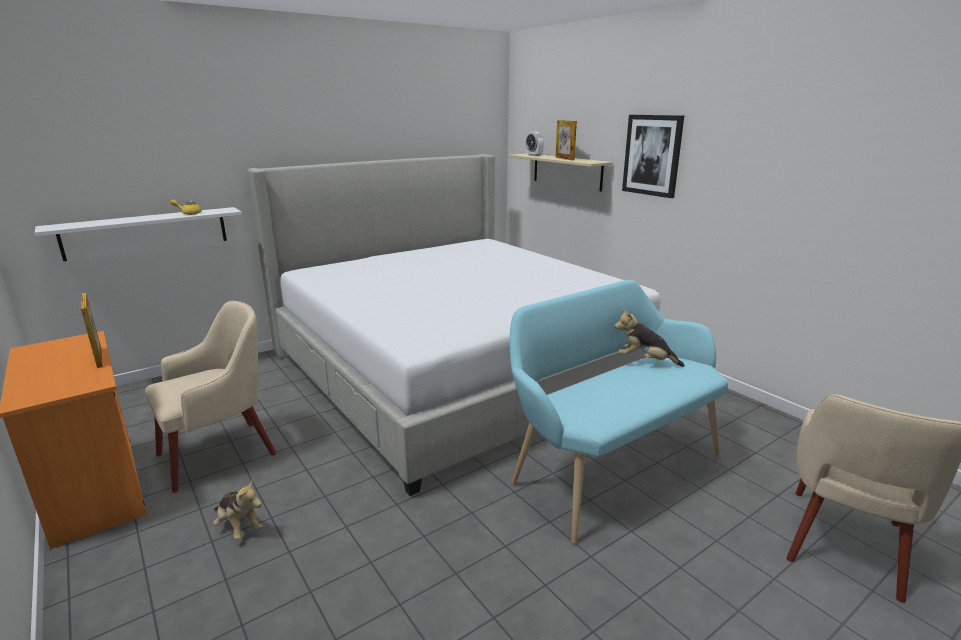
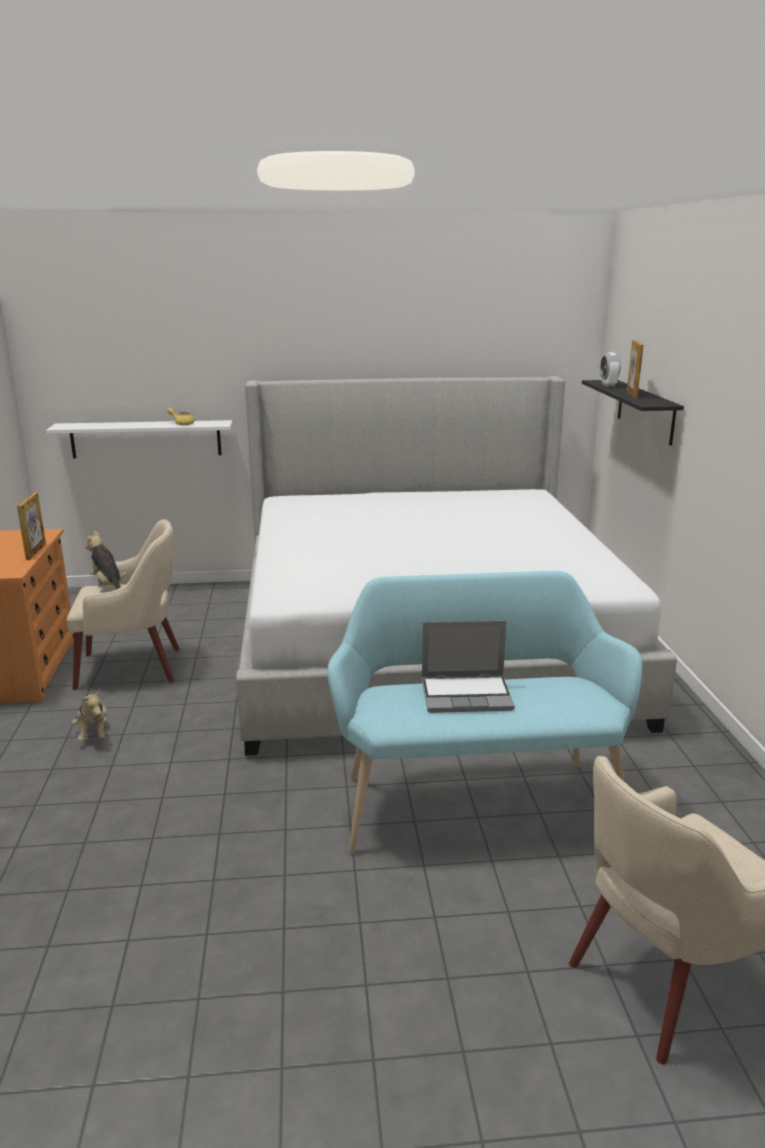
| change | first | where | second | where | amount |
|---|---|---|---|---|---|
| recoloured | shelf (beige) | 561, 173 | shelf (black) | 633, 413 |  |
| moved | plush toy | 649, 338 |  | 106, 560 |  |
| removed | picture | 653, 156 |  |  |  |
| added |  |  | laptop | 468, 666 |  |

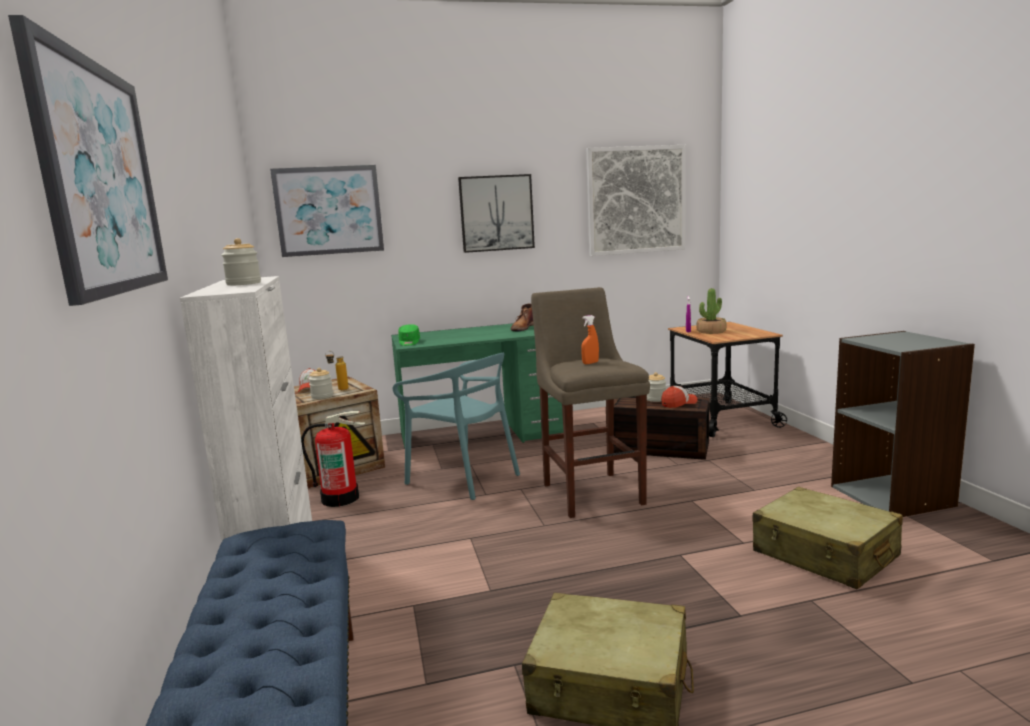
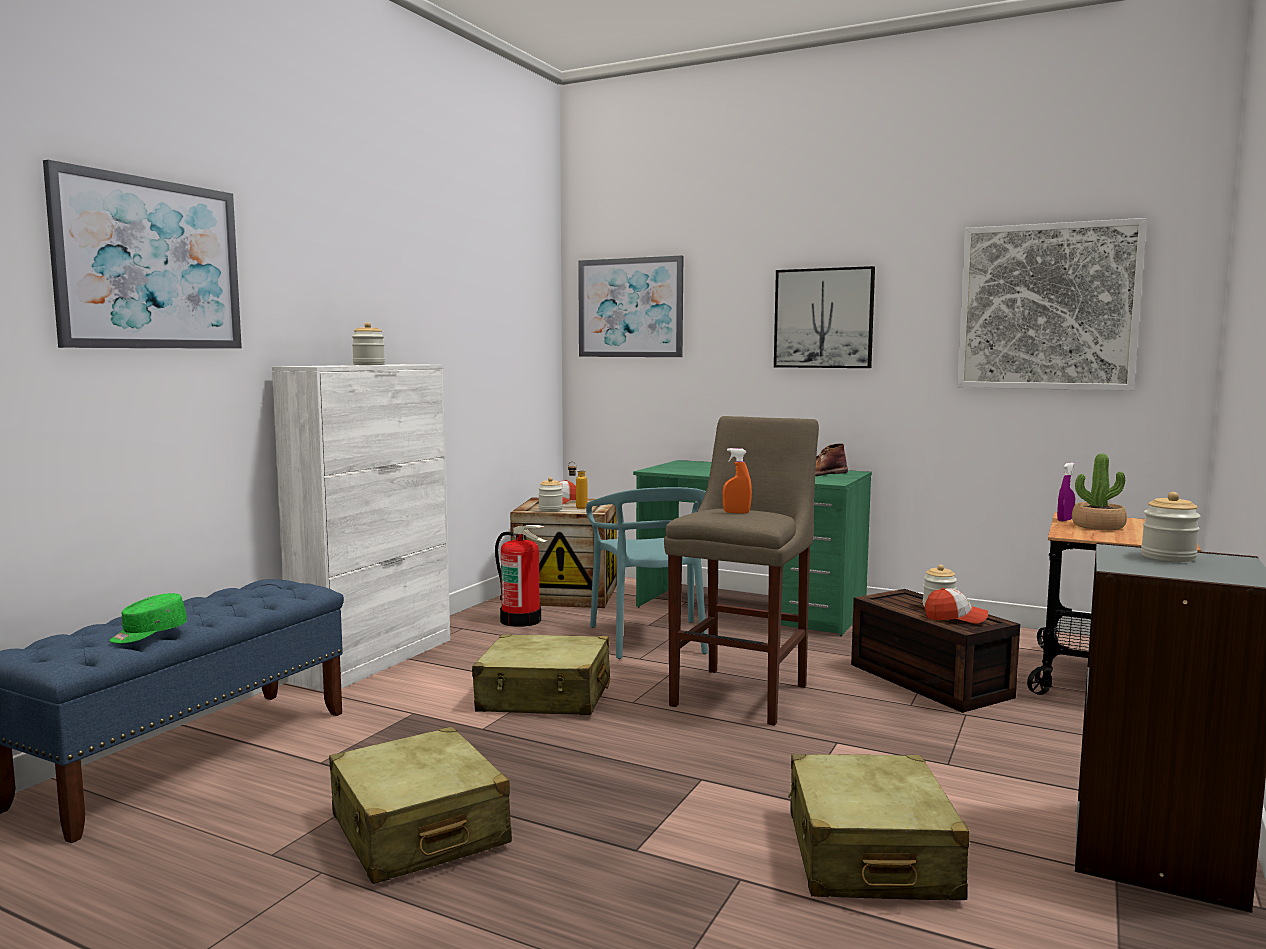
| change | first | where | second | where | amount |
|---|---|---|---|---|---|
| moved | cap (green) | 409, 335 |  | 148, 618 |  |
| added |  |  | suitcase (beige) | 541, 674 |  |
| added |  |  | jar | 1171, 527 |  |

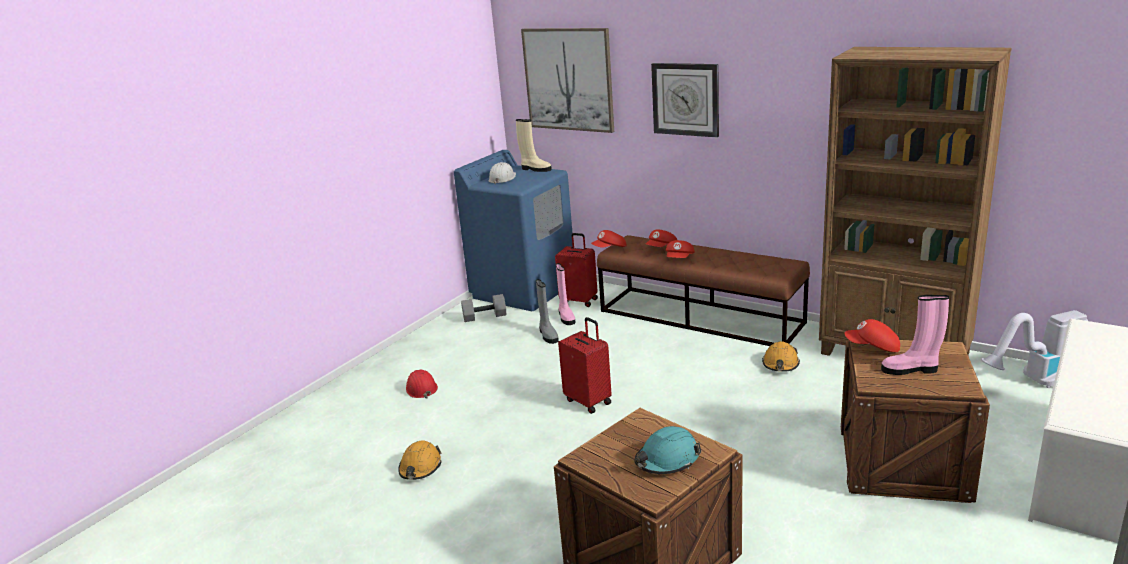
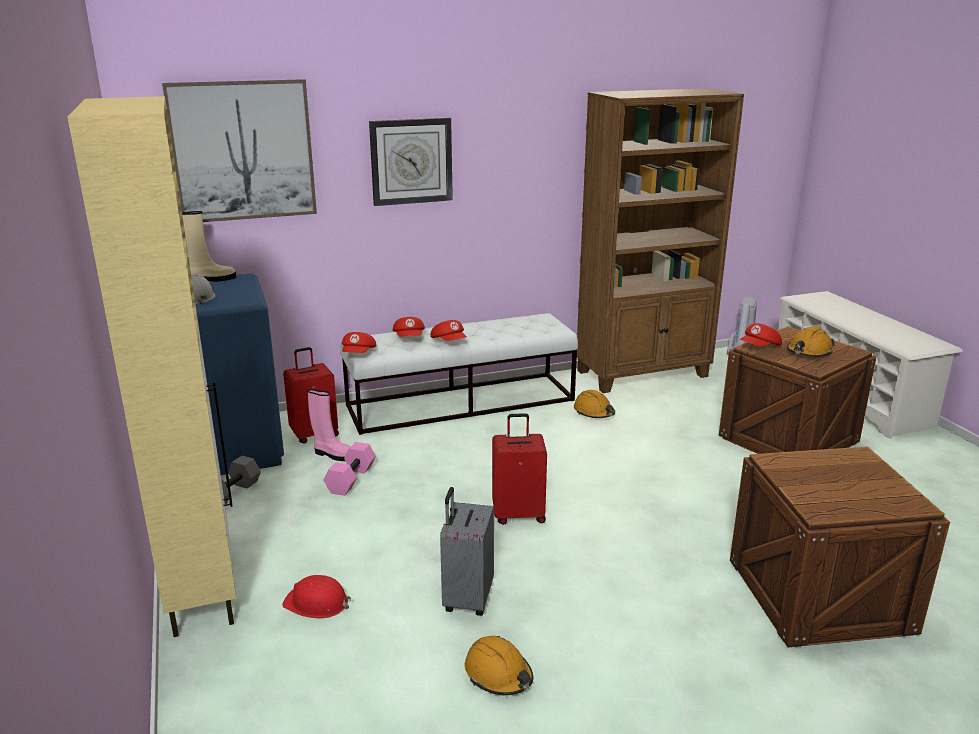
| change | first | where | second | where | amount |
|---|---|---|---|---|---|
| replaced | boot (grey) | 547, 311 | dumbbell (pink) | 350, 469 |  |
| recoloured | bench (brown) | 703, 290 | bench (white) | 459, 374 |  |
| removed | hard hat (turquoise) | 667, 450 |  |  |  |
| replaced | boot (pink) | 915, 335 | hard hat (orange) | 811, 342 |  |
| added |  |  | cabinet (beige) | 152, 366 |  |
| added |  |  | suitcase (grey) | 467, 551 |  |

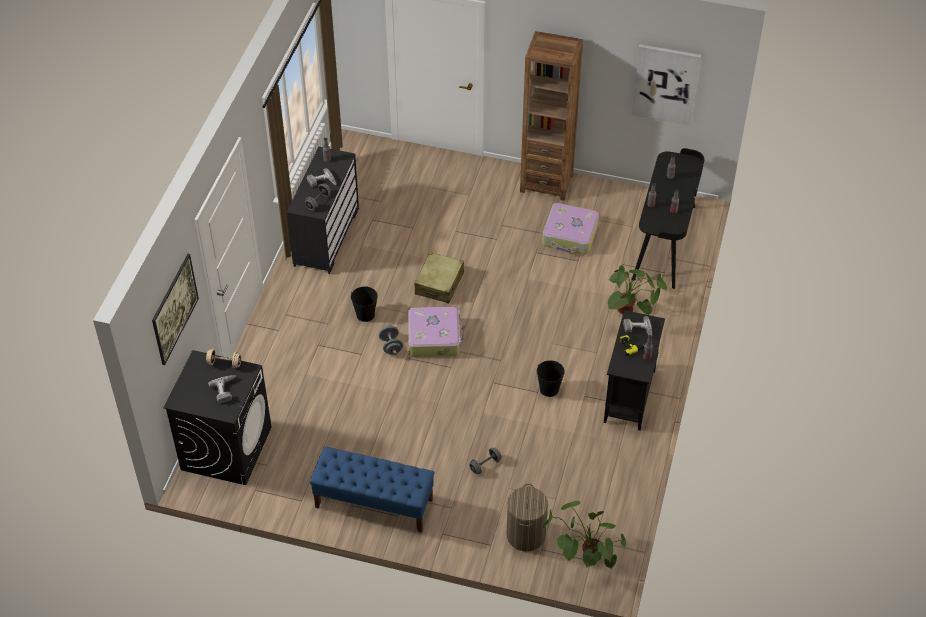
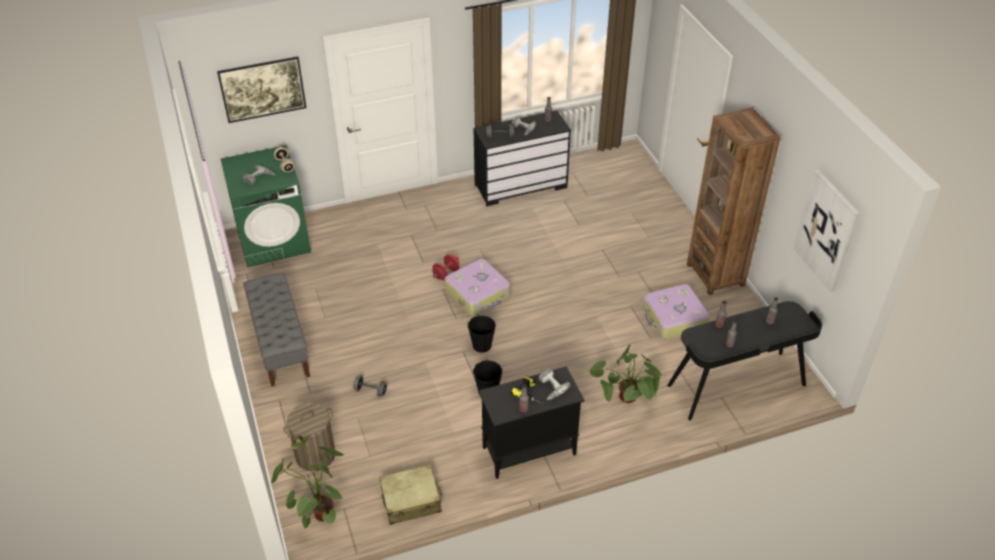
| change | first | where | second | where | amount |
|---|---|---|---|---|---|
| recoloured | washing machine (black) | 218, 417 | washing machine (green) | 266, 206 |  |
| recoloured | bench (blue) | 372, 489 | bench (grey) | 276, 330 |  |
| moved | bucket (black) | 364, 304 |  | 482, 334 |  |
| recoloured | dumbbell (grey) | 391, 340 | dumbbell (red) | 445, 267 |  |
| moved | suitcase (beige) | 439, 278 |  | 410, 494 |  |

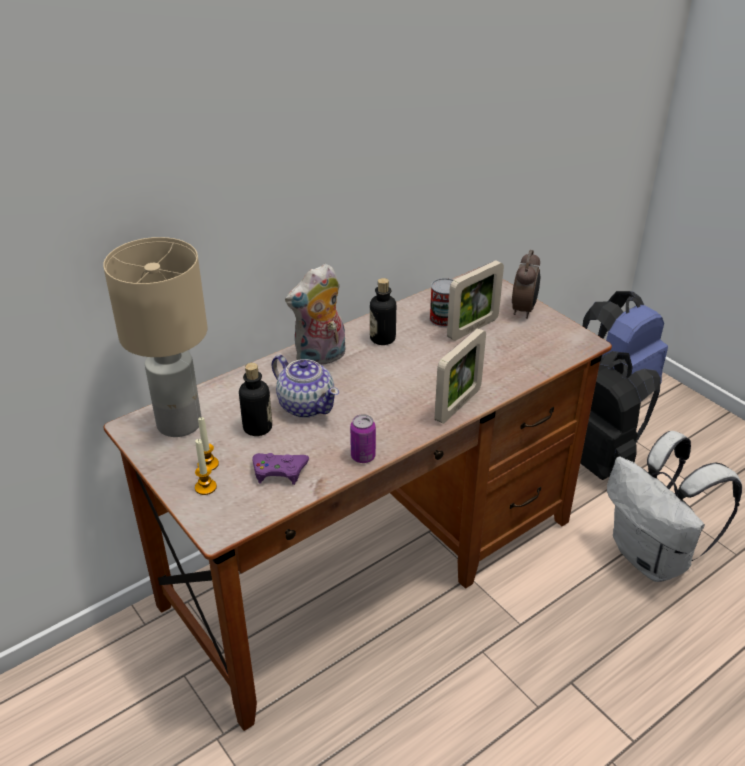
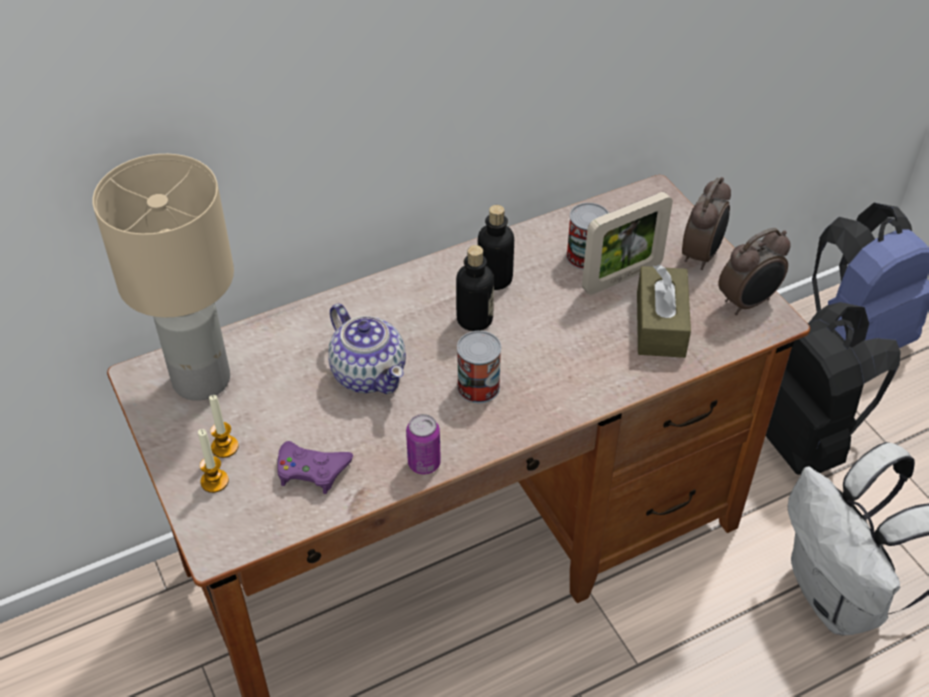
| change | first | where | second | where | amount |
|---|---|---|---|---|---|
| moved | bottle | 255, 399 |  | 475, 288 |  |
| removed | plush toy | 315, 314 |  |  |  |
| removed | picture frame | 460, 376 |  |  |  |
| added |  |  | can | 479, 367 |  |
| added |  |  | tissue box (brown) | 664, 311 |  |
| added |  |  | alarm clock | 754, 271 |  |

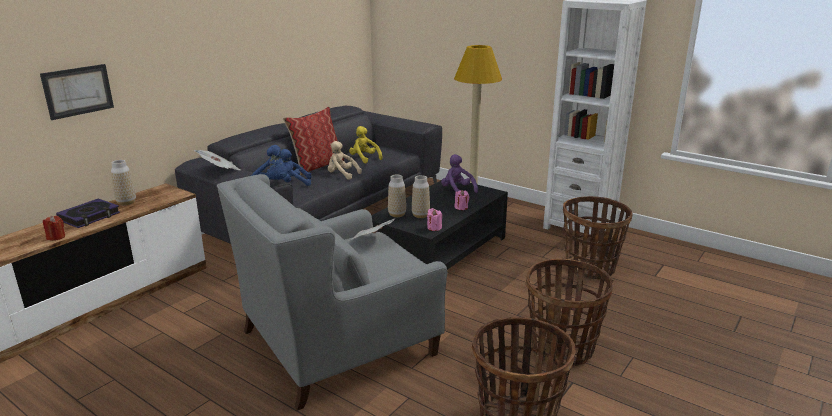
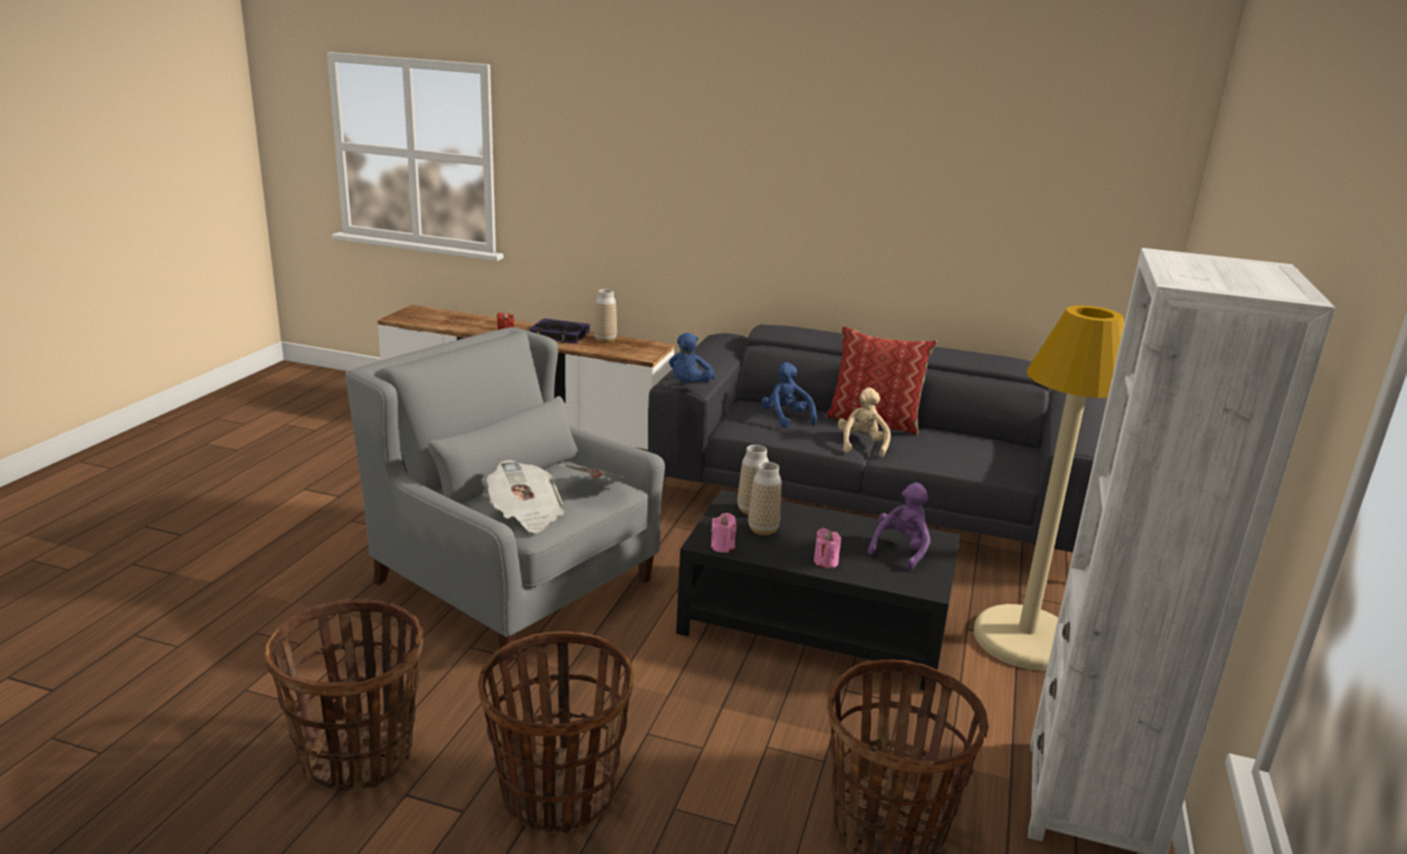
| change | first | where | second | where | amount |
|---|---|---|---|---|---|
| removed | picture | 77, 92 |  |  |  |
| moved | newspaper | 217, 160 |  | 526, 496 |  |
| removed | plush toy (yellow) | 366, 144 |  |  |  |

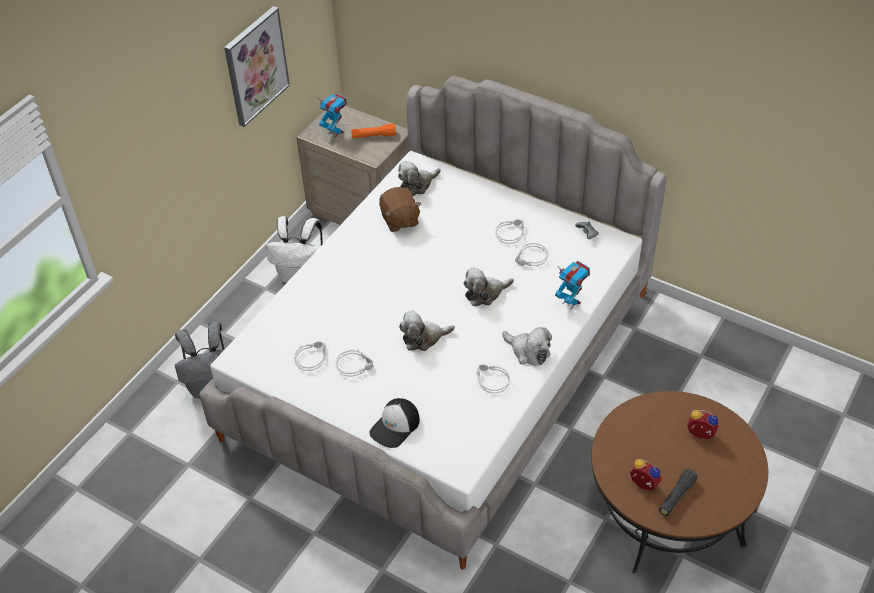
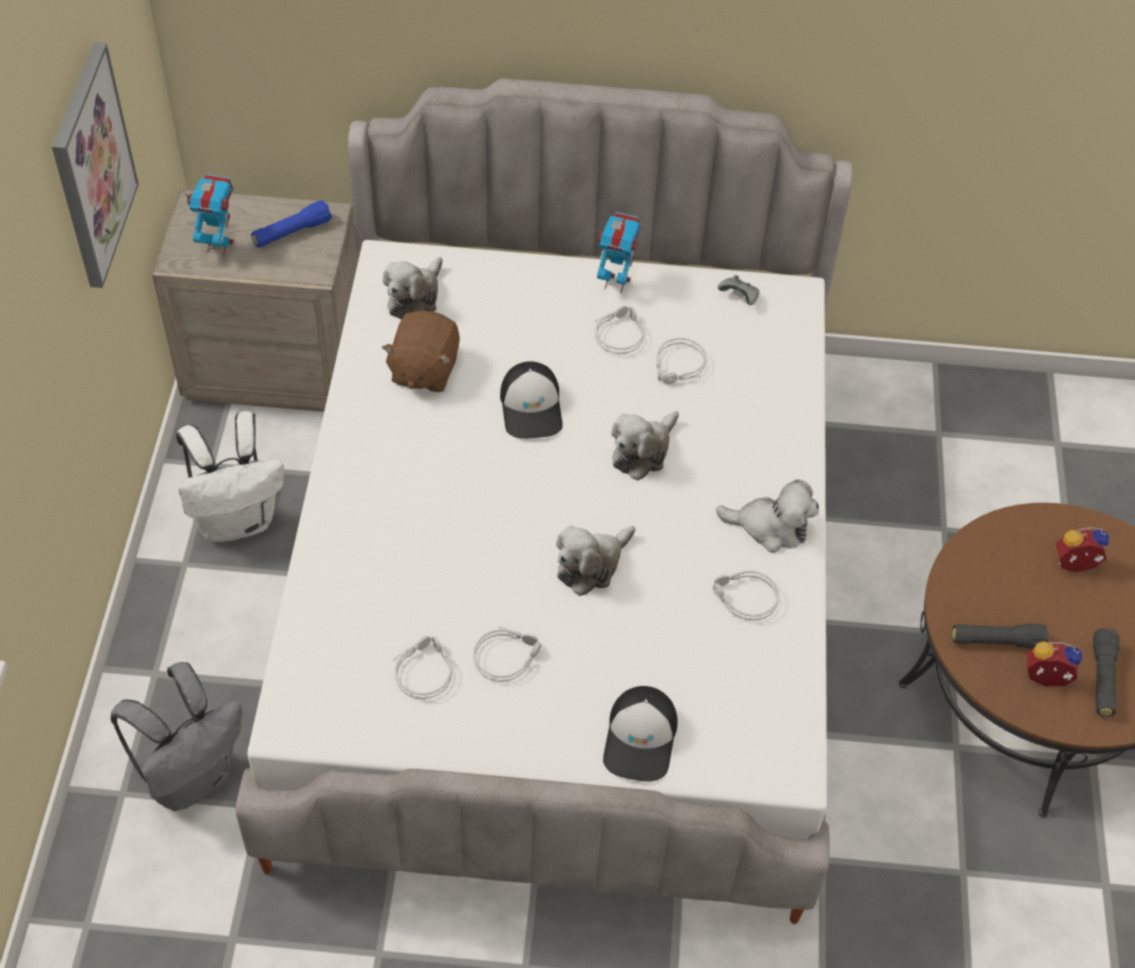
| change | first | where | second | where | amount |
|---|---|---|---|---|---|
| recoloured | flashlight (orange) | 374, 131 | flashlight (blue) | 291, 224 |  |
| turned | plush toy (brown) | 400, 209 |  | 421, 351 | 60 degrees clockwise |
| moved | toy robot | 572, 285 |  | 619, 252 |  |
| added |  |  | cap | 531, 399 |  |
| added |  |  | flashlight (black) | 1000, 636 |  |

